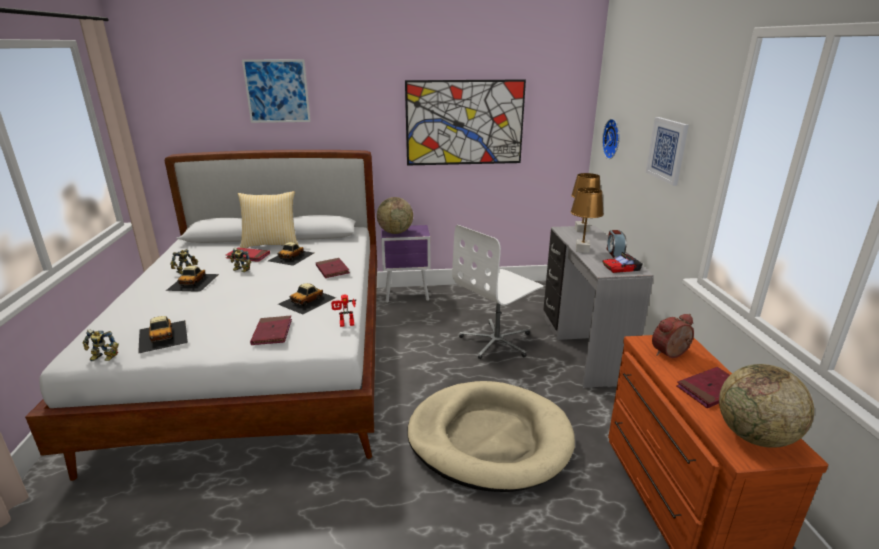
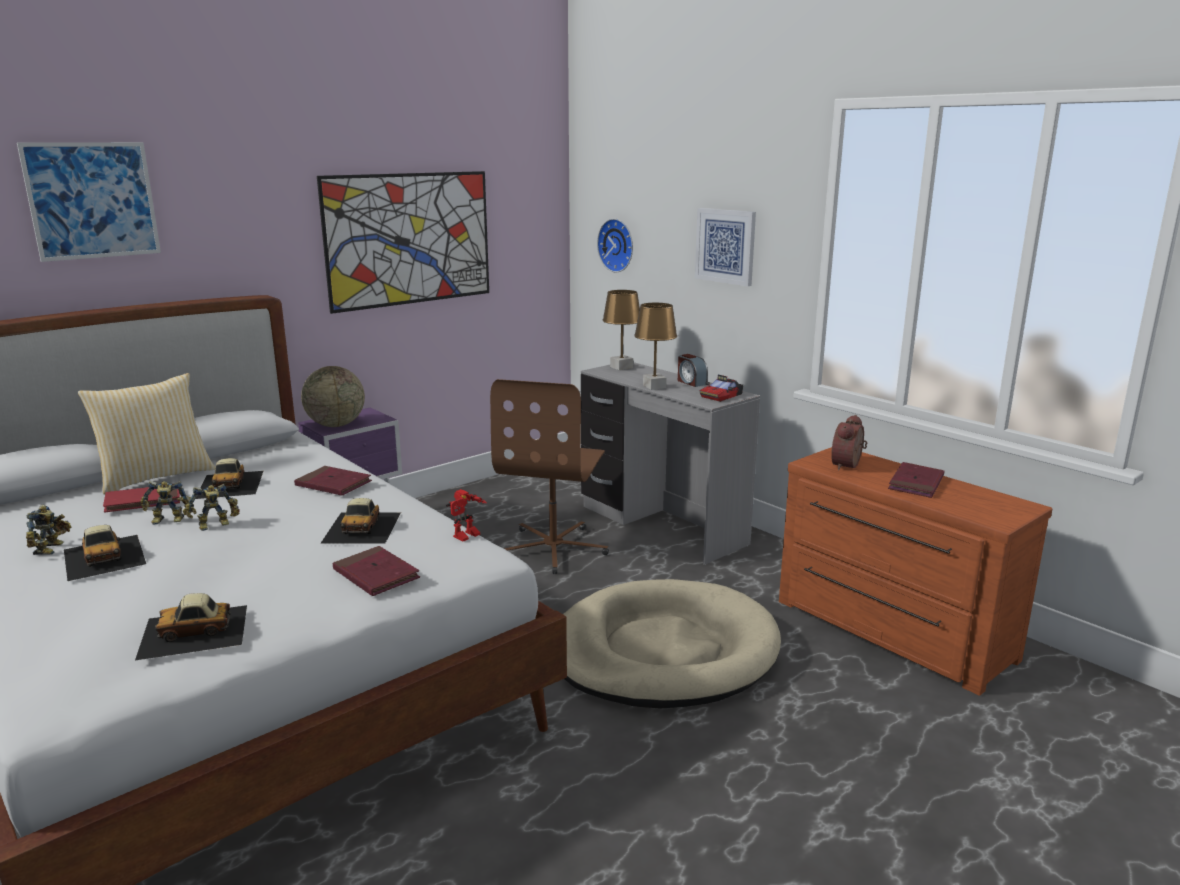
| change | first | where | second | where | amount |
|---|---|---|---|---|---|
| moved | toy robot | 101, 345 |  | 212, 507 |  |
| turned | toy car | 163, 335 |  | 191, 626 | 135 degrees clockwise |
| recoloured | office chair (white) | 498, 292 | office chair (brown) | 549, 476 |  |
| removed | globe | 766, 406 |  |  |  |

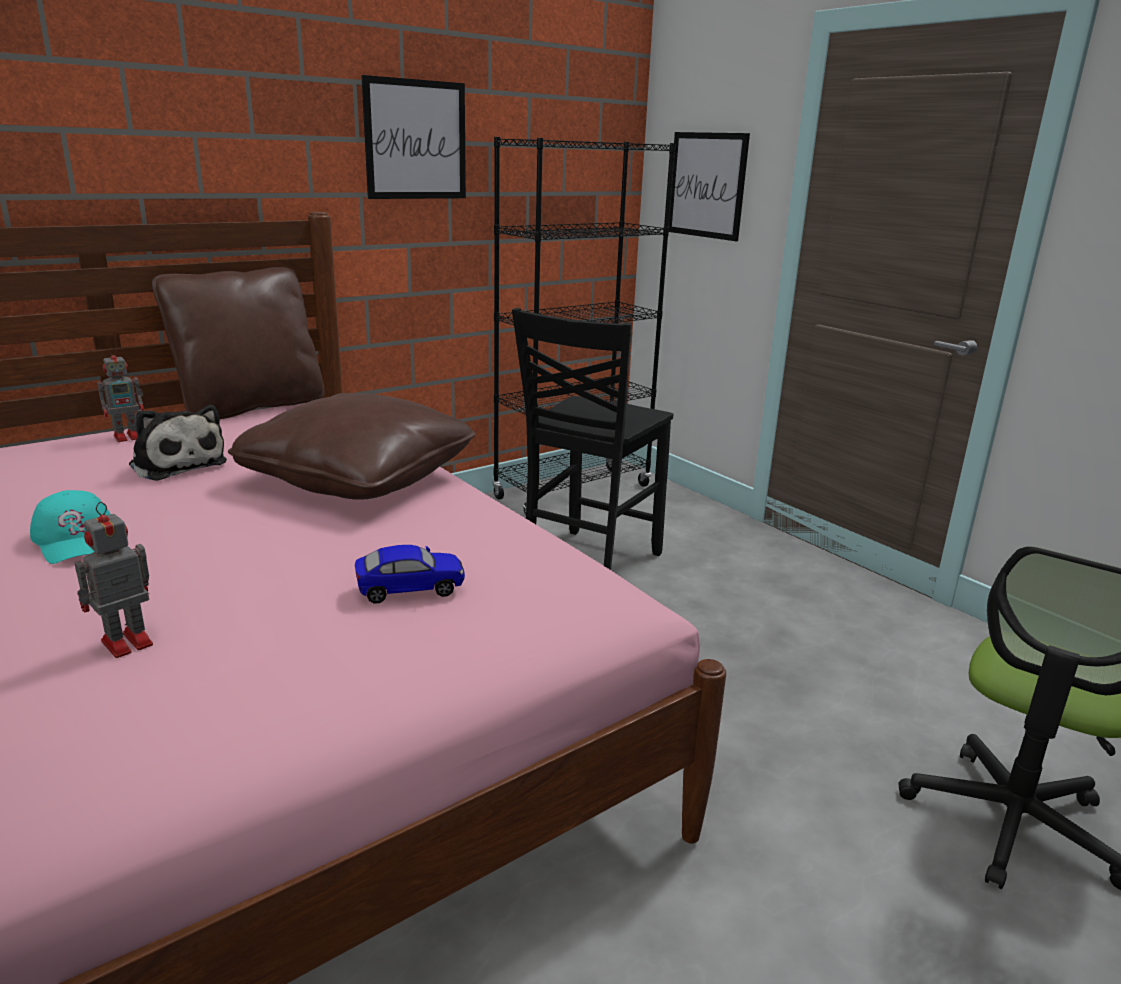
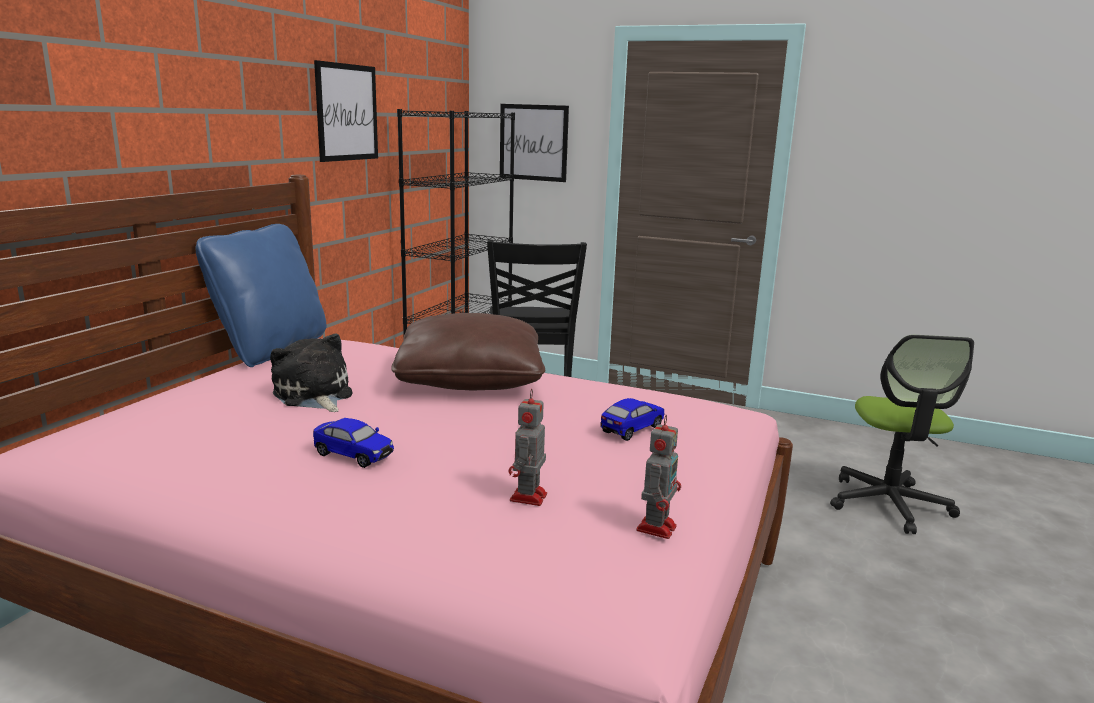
| change | first | where | second | where | amount |
|---|---|---|---|---|---|
| replaced | cap (turquoise) | 70, 527 | toy car | 353, 443 |  |
| moved | toy robot | 120, 394 |  | 658, 477 |  |
| turned | plush toy | 178, 443 |  | 311, 373 | 135 degrees counterclockwise |
| recoloured | pillow (brown) | 238, 343 | pillow (blue) | 261, 295 |  |

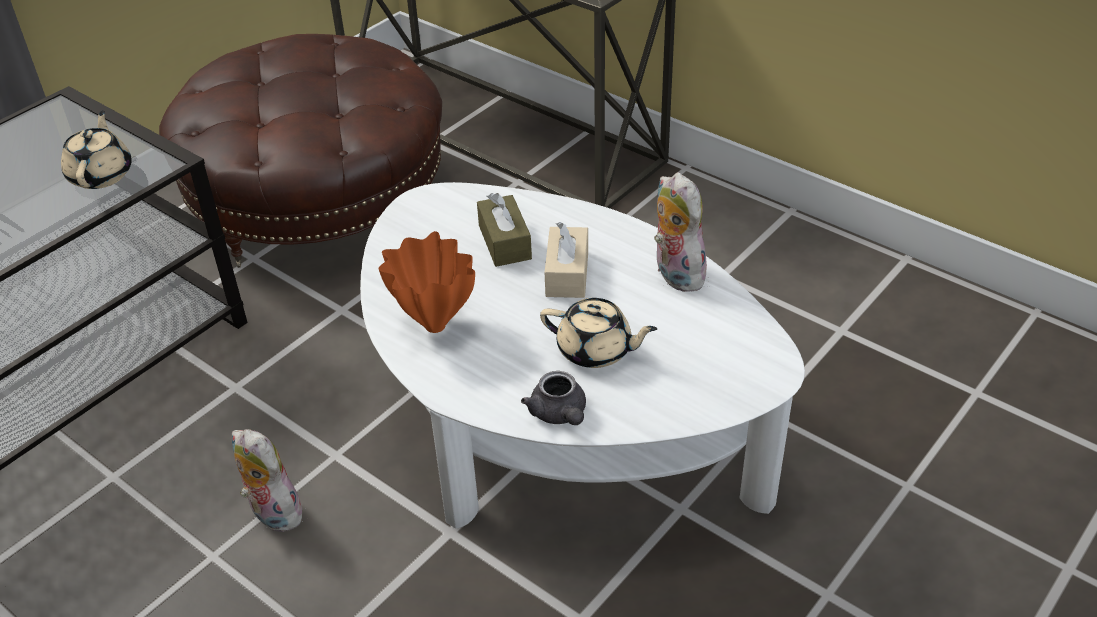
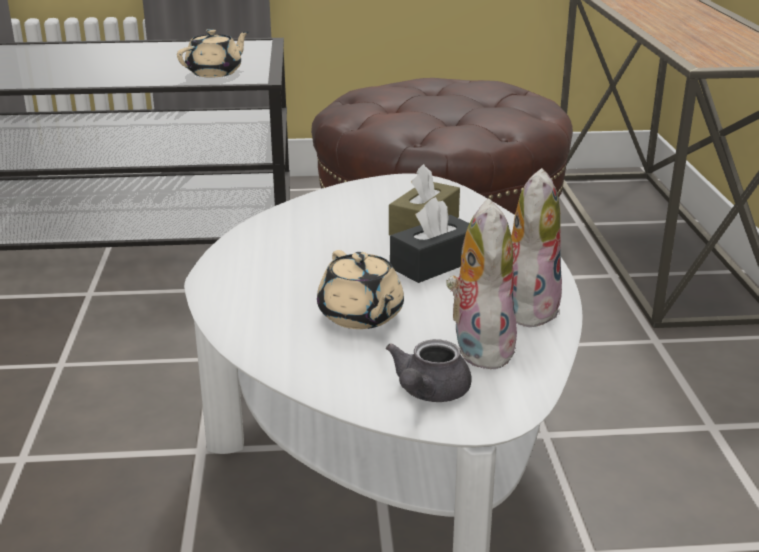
| change | first | where | second | where | amount |
|---|---|---|---|---|---|
| moved | plush toy | 267, 480 |  | 481, 284 |  |
| removed | vase (orange) | 426, 282 |  |  |  |
| moved | teapot (grey) | 553, 398 |  | 429, 370 |  |
| recoloured | tissue box (beige) | 566, 260 | tissue box (black) | 429, 240 |  |

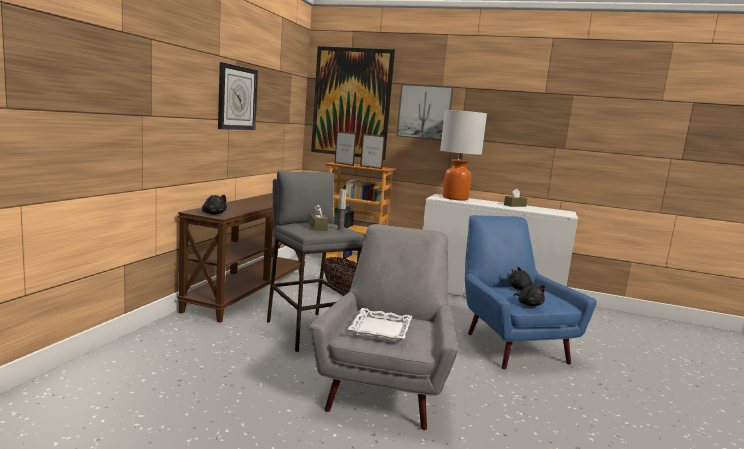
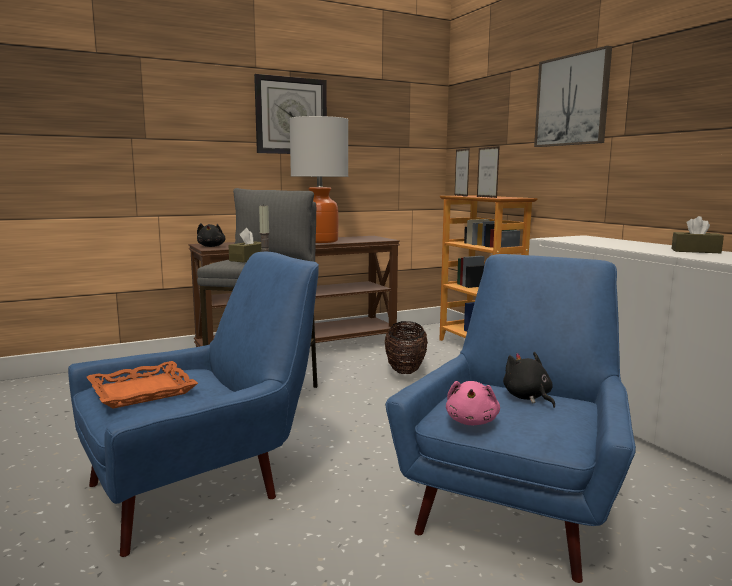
| change | first | where | second | where | amount |
|---|---|---|---|---|---|
| recoloured | armchair (grey) | 383, 327 | armchair (blue) | 193, 404 |  |
| removed | picture | 353, 103 |  |  |  |
| recoloured | tray (white) | 380, 325 | tray (orange) | 142, 385 |  |
| moved | table lamp | 463, 155 |  | 319, 179 |  |
| recoloured | plush toy (black) | 529, 295 | plush toy (pink) | 473, 403 |  |

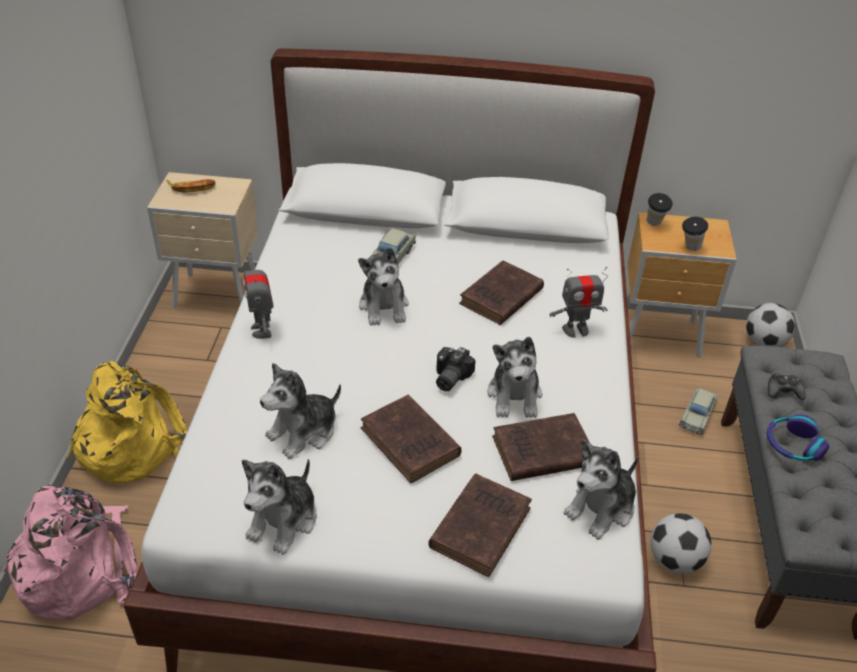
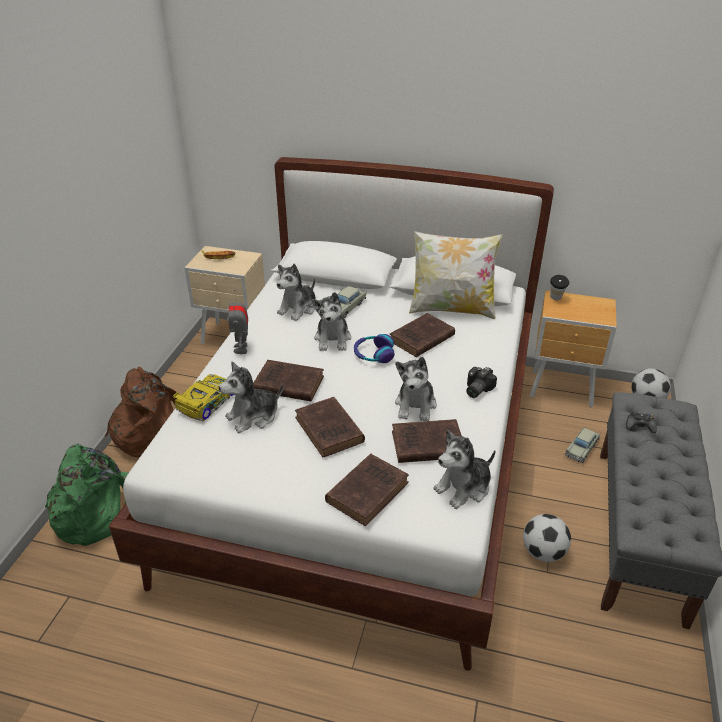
| change | first | where | second | where | amount |
|---|---|---|---|---|---|
| recoloured | backpack (pink) | 70, 552 | backpack (green) | 87, 495 |  |
| recoloured | backpack (yellow) | 127, 422 | backpack (brown) | 141, 412 |  |
| moved | plush toy | 279, 507 |  | 296, 292 |  |
| moved | photo camera | 455, 369 |  | 481, 382 |  |
| removed | toy robot | 578, 302 |  |  |  |
| removed | cup | 695, 234 |  |  |  |
| moved | headphones | 798, 438 |  | 374, 348 |  |
| added |  |  | toy car | 203, 398 |  |
| added |  |  | book (brown) | 288, 381 |  |
| added |  |  | pillow | 456, 275 |  |

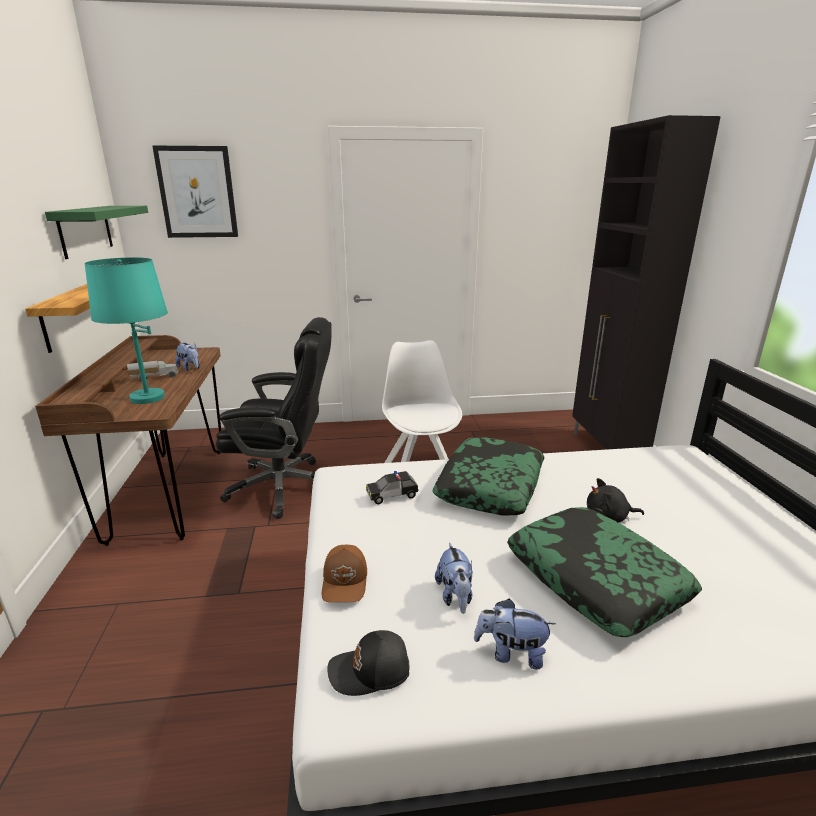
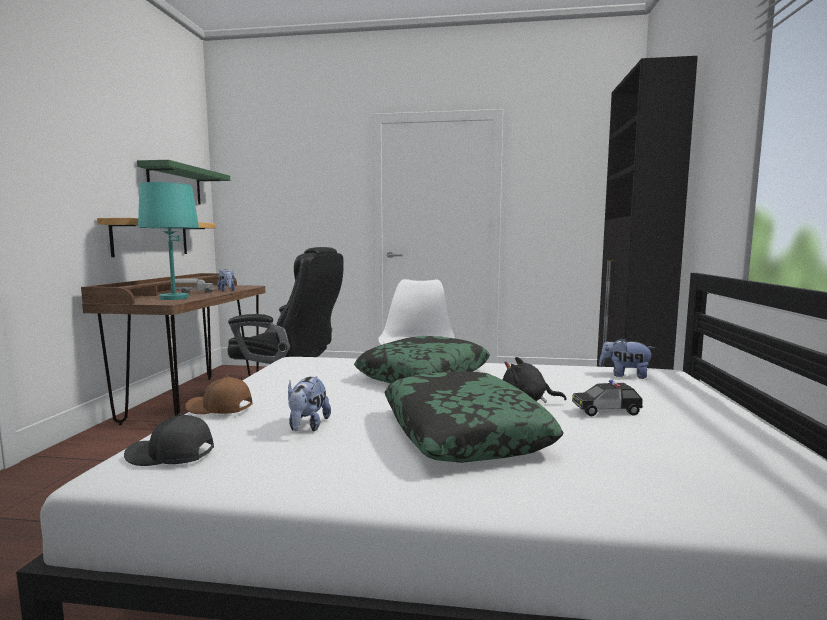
| change | first | where | second | where | amount |
|---|---|---|---|---|---|
| removed | picture | 195, 192 |  |  |  |
| turned | cap (brown) | 344, 573 |  | 218, 395 | 90 degrees clockwise |
| moved | toy car | 392, 487 |  | 607, 398 |  |
| moved | plush toy | 514, 634 |  | 627, 358 |  |

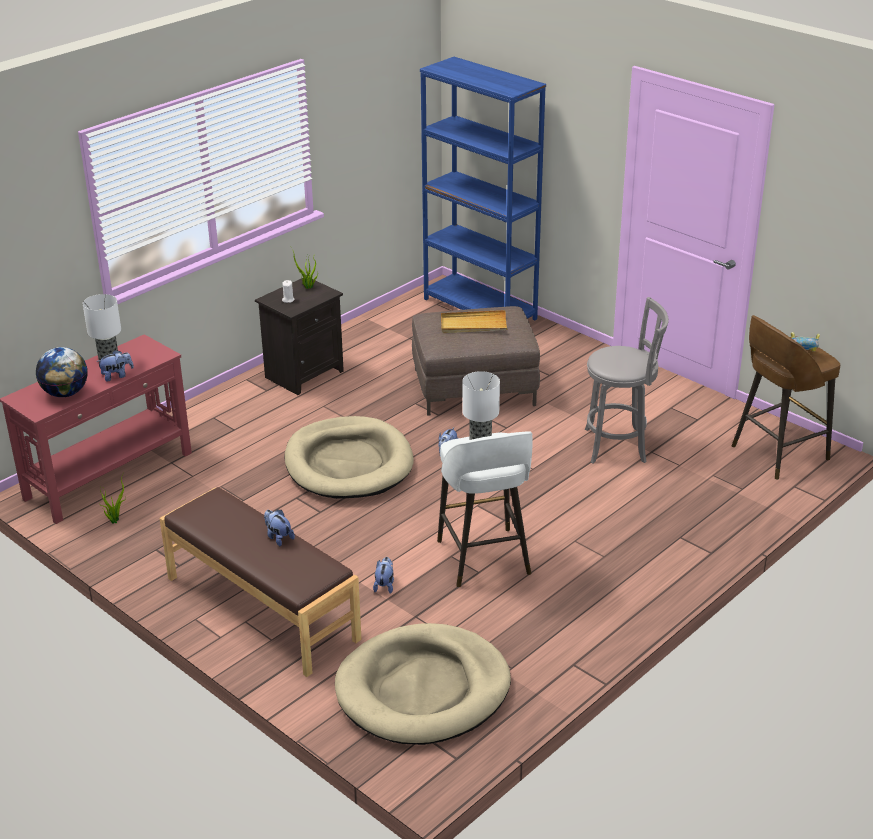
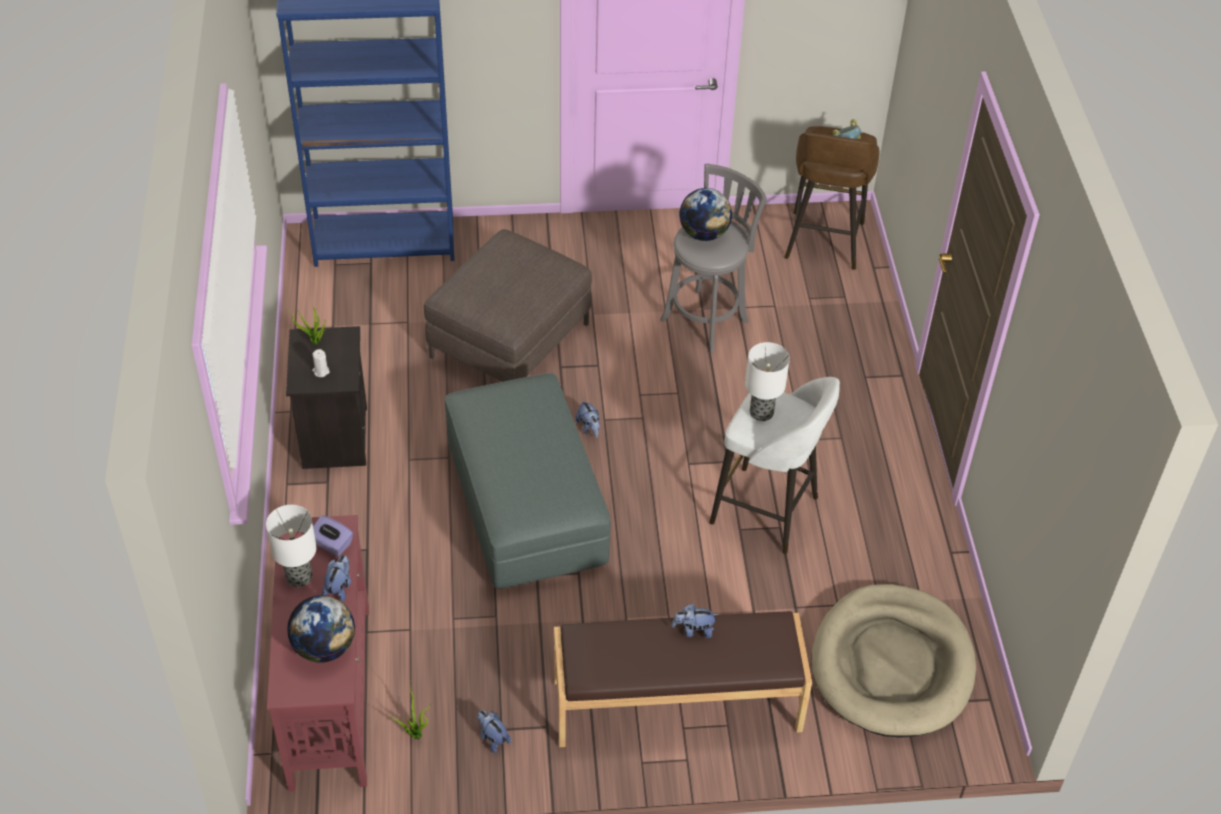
| change | first | where | second | where | amount |
|---|---|---|---|---|---|
| replaced | dog bed (beige) | 349, 457 | ottoman (grey) | 528, 481 |  |
| moved | plush toy | 383, 575 |  | 494, 731 |  |
| removed | tray (beige) | 474, 321 |  |  |  |
| added |  |  | tissue box (purple) | 333, 535 |  |
| added |  |  | globe | 705, 214 |  |

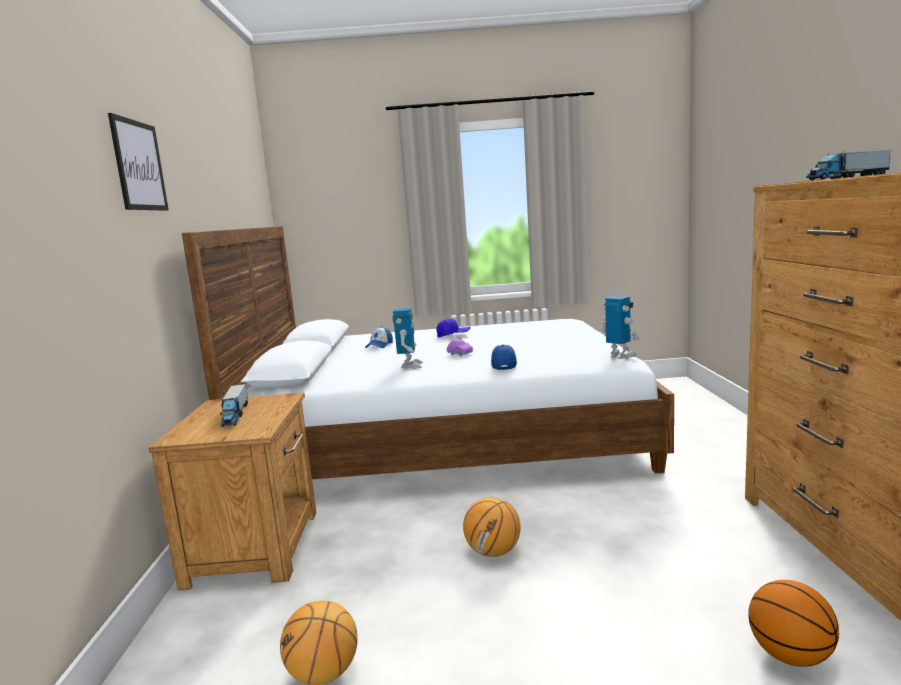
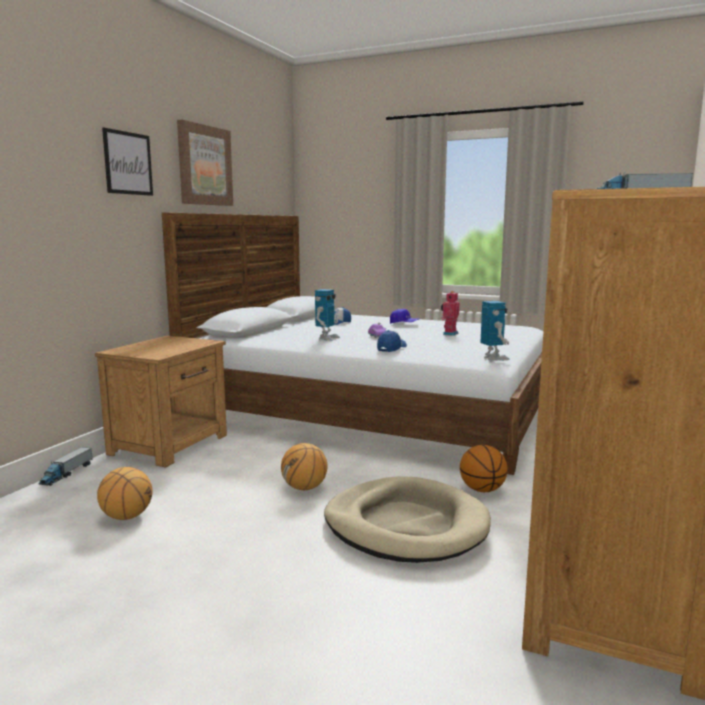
| change | first | where | second | where | amount |
|---|---|---|---|---|---|
| moved | toy truck | 234, 405 |  | 66, 466 |  |
| moved | basketball | 794, 623 |  | 484, 468 |  |
| added |  |  | picture | 205, 162 |  |
| added |  |  | dog bed (beige) | 407, 519 |  |
| added |  |  | toy robot | 450, 313 |  |

